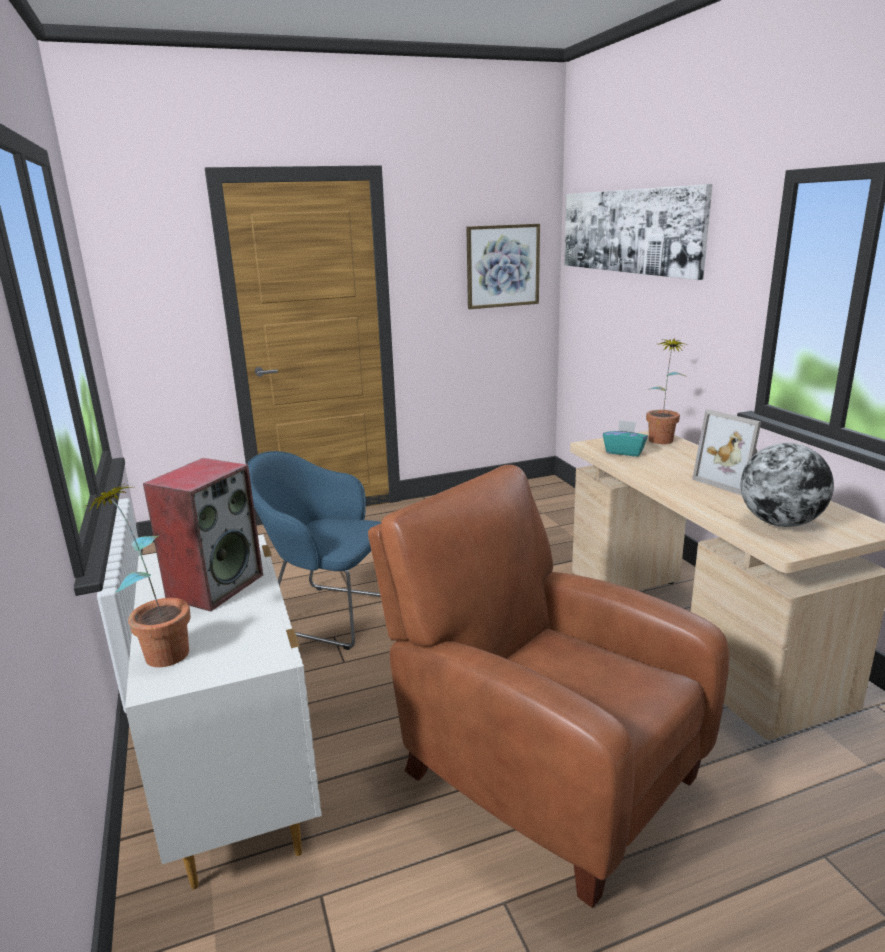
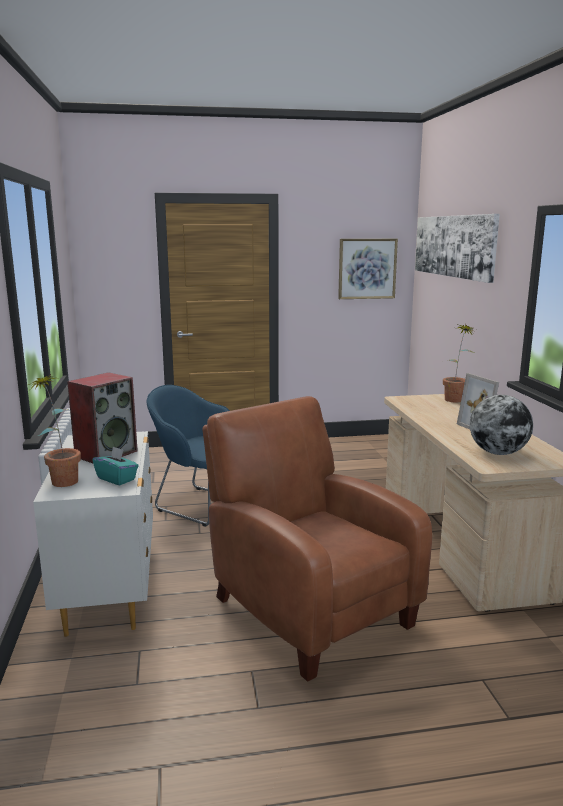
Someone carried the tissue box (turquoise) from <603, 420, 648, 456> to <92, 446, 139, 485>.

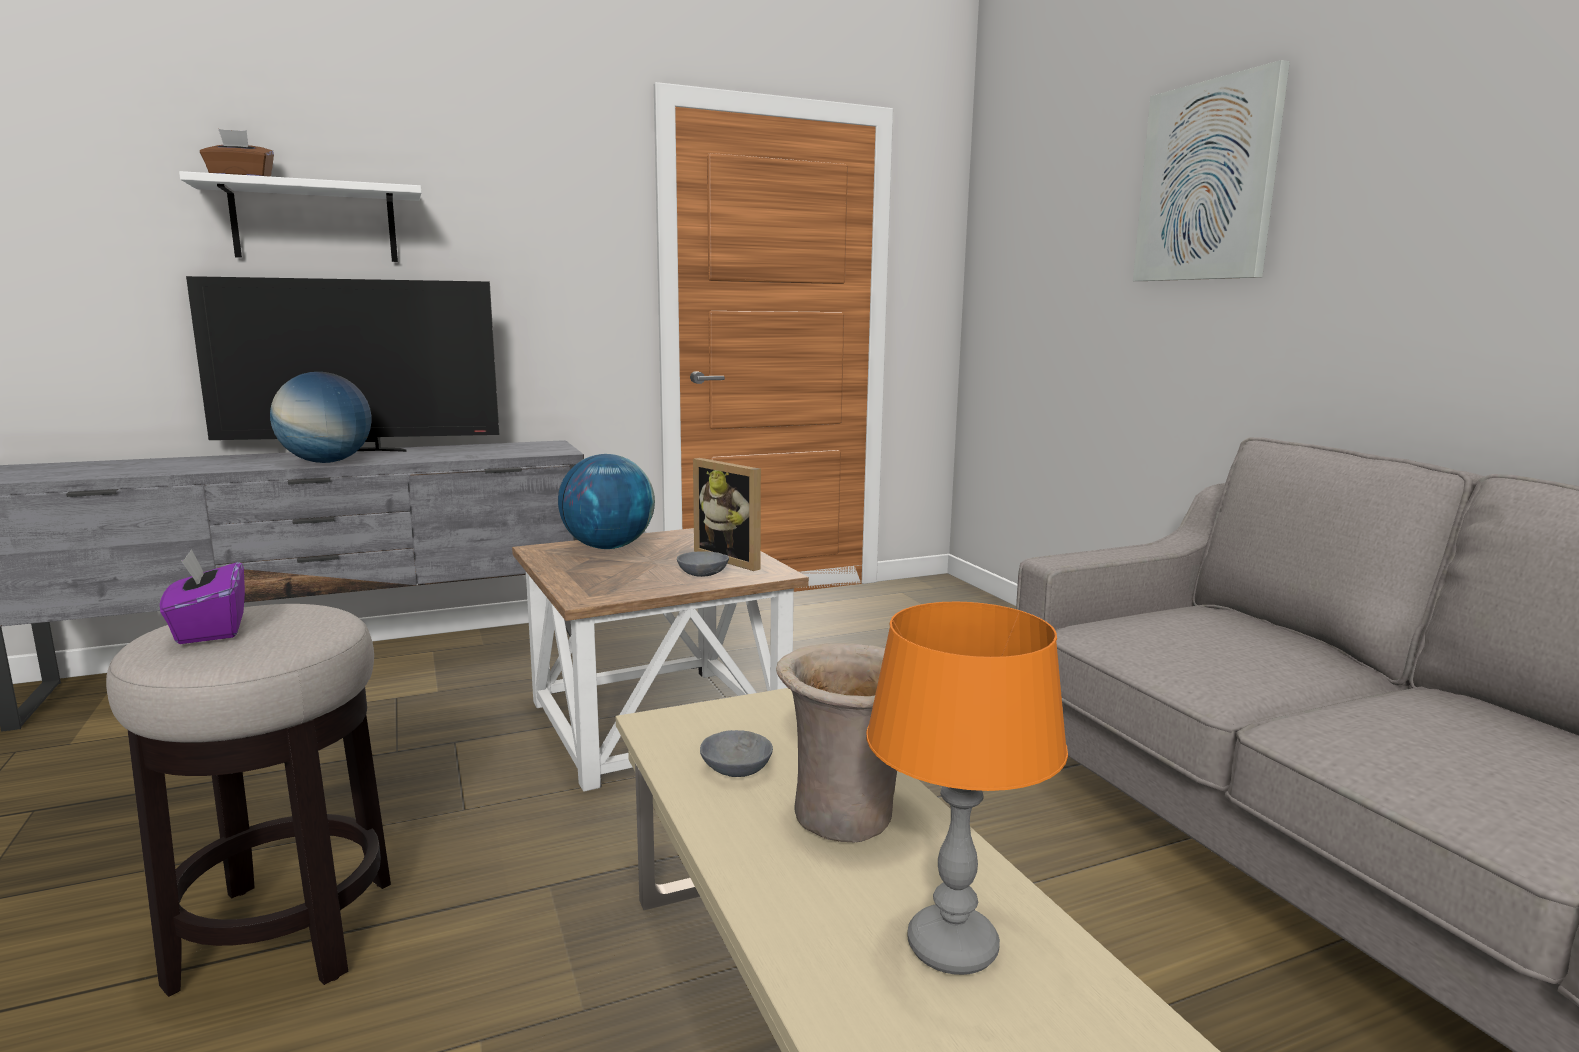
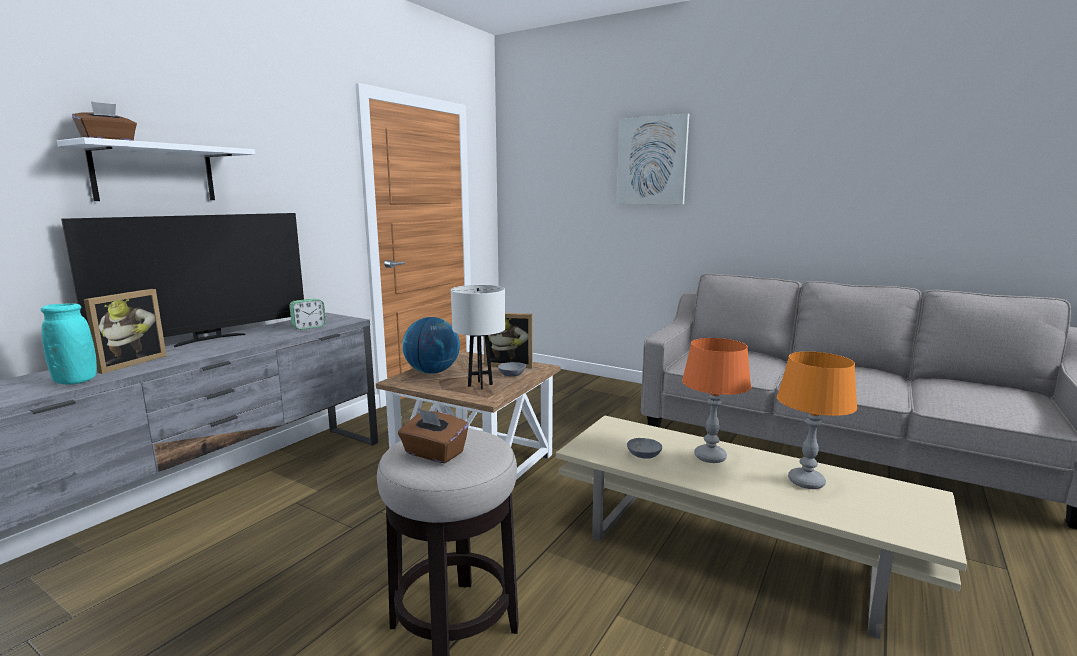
Someone repainted the tissue box (purple) at <160, 549, 245, 644>, which became the tissue box (brown) at <398, 408, 469, 463>.
Someone took away the globe at <270, 372, 371, 463>.
Someone swapped the vase (beige) at <776, 643, 897, 842> for the table lamp (orange) at <682, 338, 751, 463>.
Someone put down the vase (turquoise) at <41, 303, 97, 384>.
Someone put down the picture frame at <84, 289, 166, 374>.
Someone put down the alarm clock at <289, 298, 326, 330>.
Someone put down the table lamp (white) at <451, 285, 505, 390>.

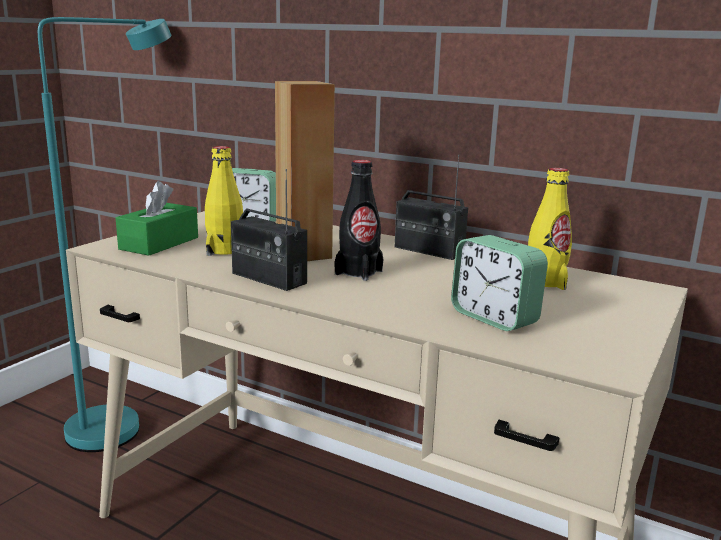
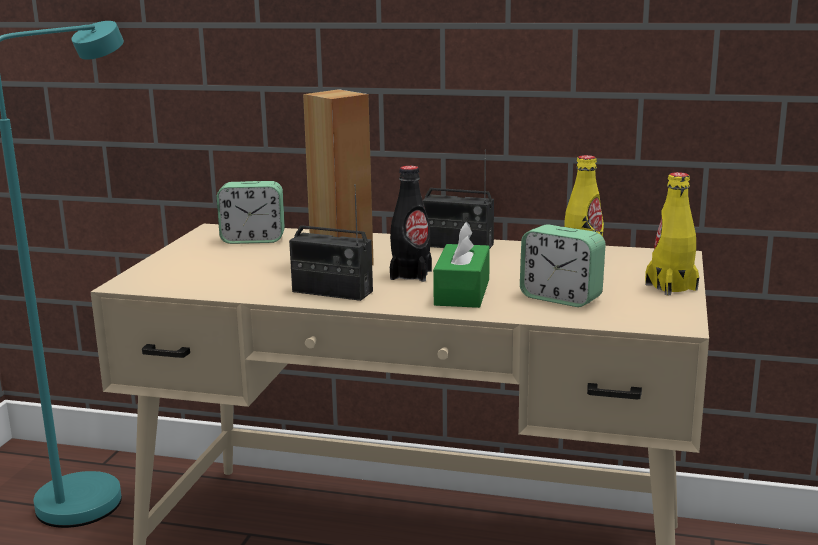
Someone carried the tissue box (green) from <116, 181, 198, 256> to <433, 222, 490, 308>.
Someone carried the bottle (yellow) from <205, 146, 243, 256> to <645, 172, 699, 295>.

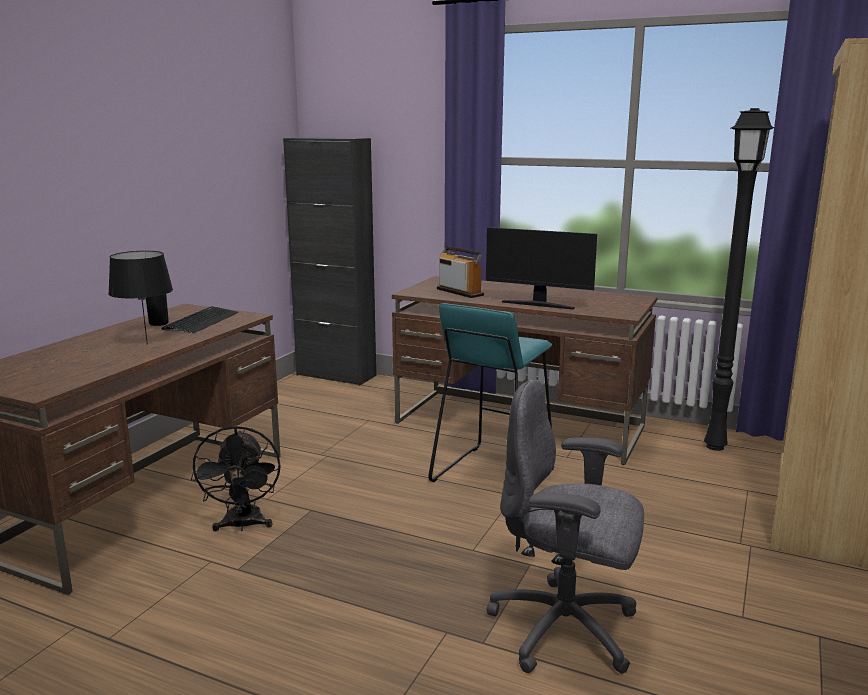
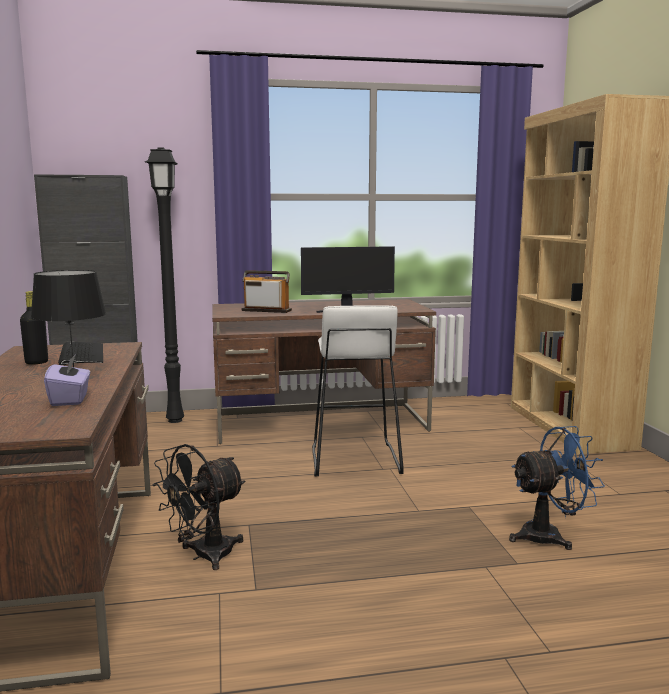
Someone rotated the fan (black) at <191, 425, 281, 531> by 90 degrees clockwise.
Someone repainted the stool (turquoise) at <428, 303, 554, 482>, which became the stool (white) at <312, 305, 404, 476>.
Someone swapped the office chair (grey) at <487, 380, 644, 674> for the fan (blue) at <509, 426, 605, 550>.
Someone carried the floor lamp (black) from <704, 108, 774, 451> to <145, 148, 184, 423>.
Someone put down the tissue box (purple) at <44, 354, 90, 406>.

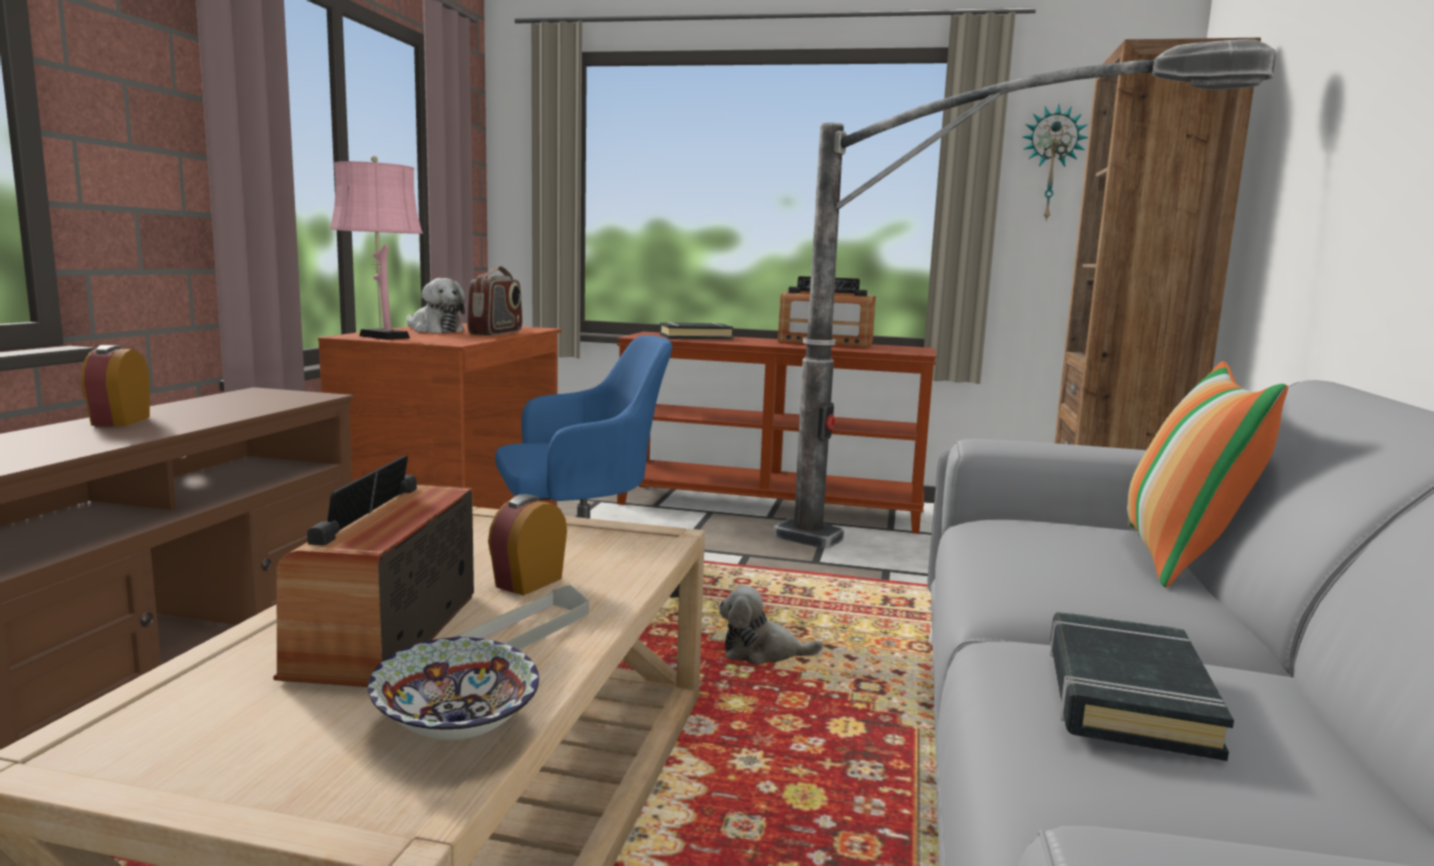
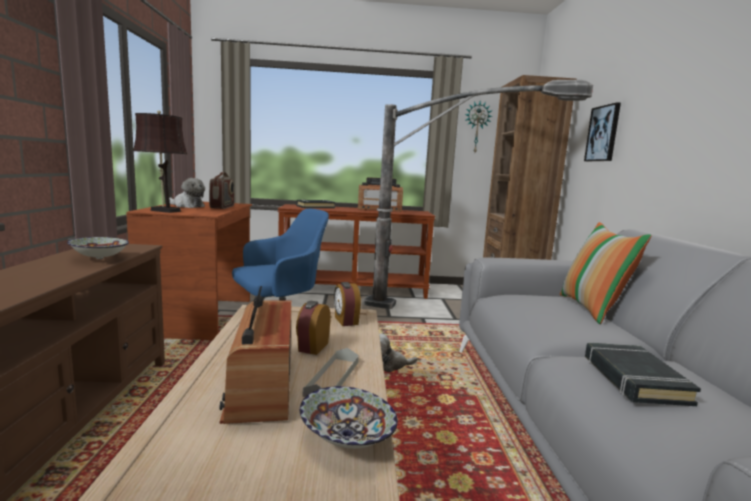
Someone carried the alarm clock from <81, 345, 150, 426> to <334, 282, 361, 326>.
Someone repainted the table lamp (pink) at <330, 156, 423, 340>, which became the table lamp (brown) at <133, 110, 187, 213>.
Someone put down the bowl at <67, 237, 129, 259>.
Someone put up the picture at <584, 102, 621, 161>.

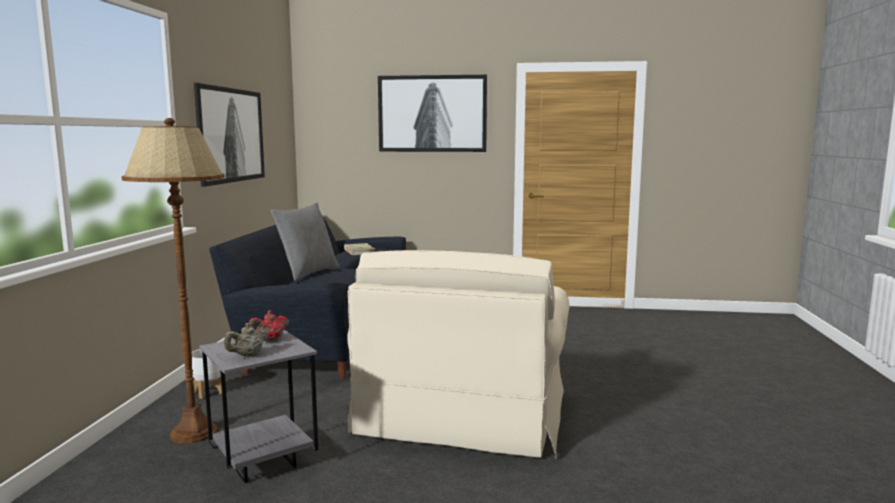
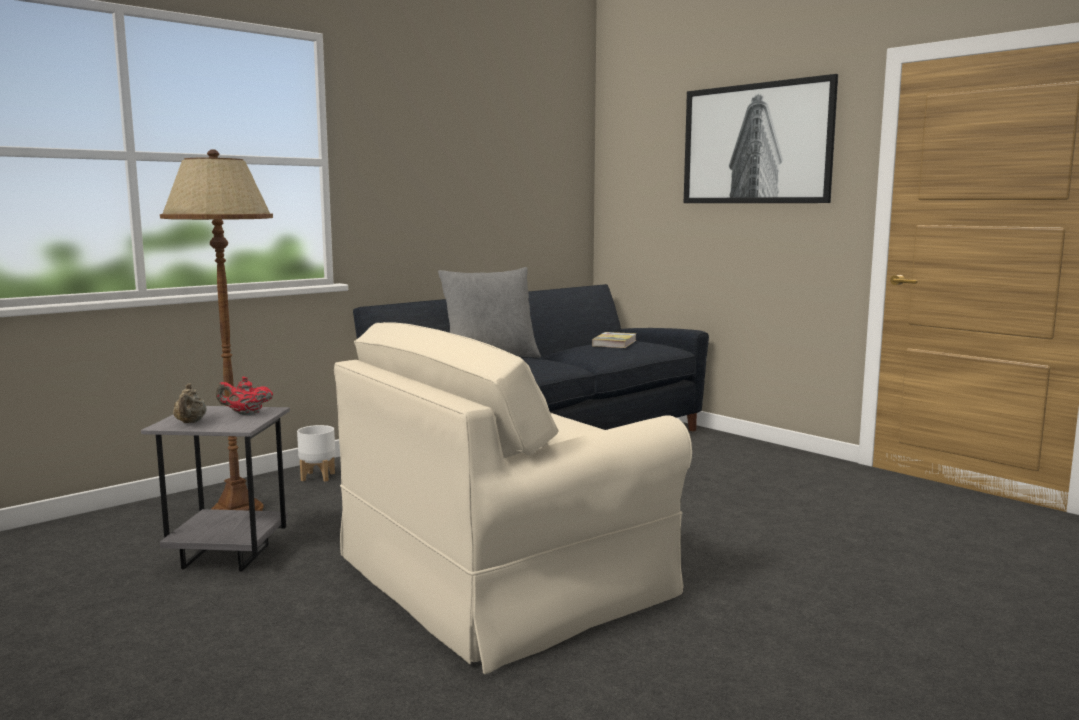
Someone took away the picture at <194, 83, 265, 187>.
Someone rotated the teapot (beige) at <224, 323, 268, 357> by 90 degrees counterclockwise.

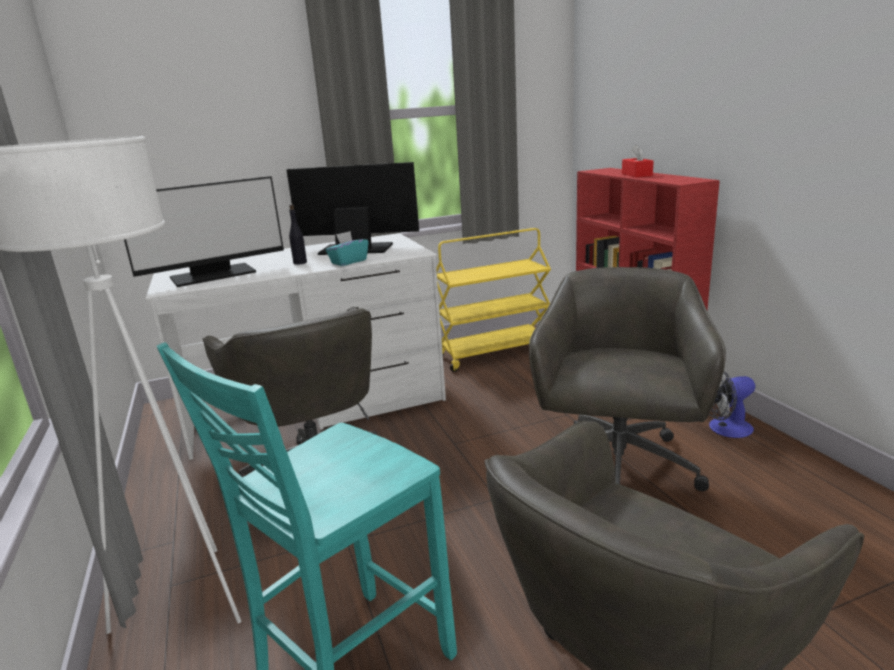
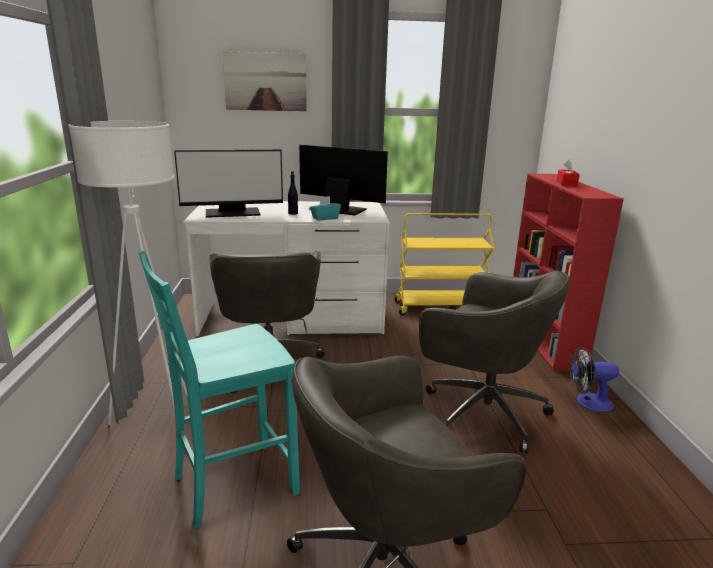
Someone rotated the office chair (grey) at <529, 267, 726, 491> by 90 degrees clockwise.
Someone put up the picture at <222, 51, 307, 111>.

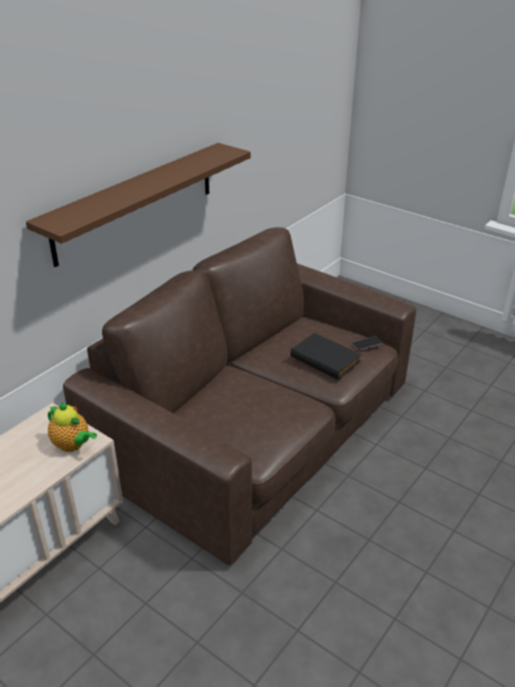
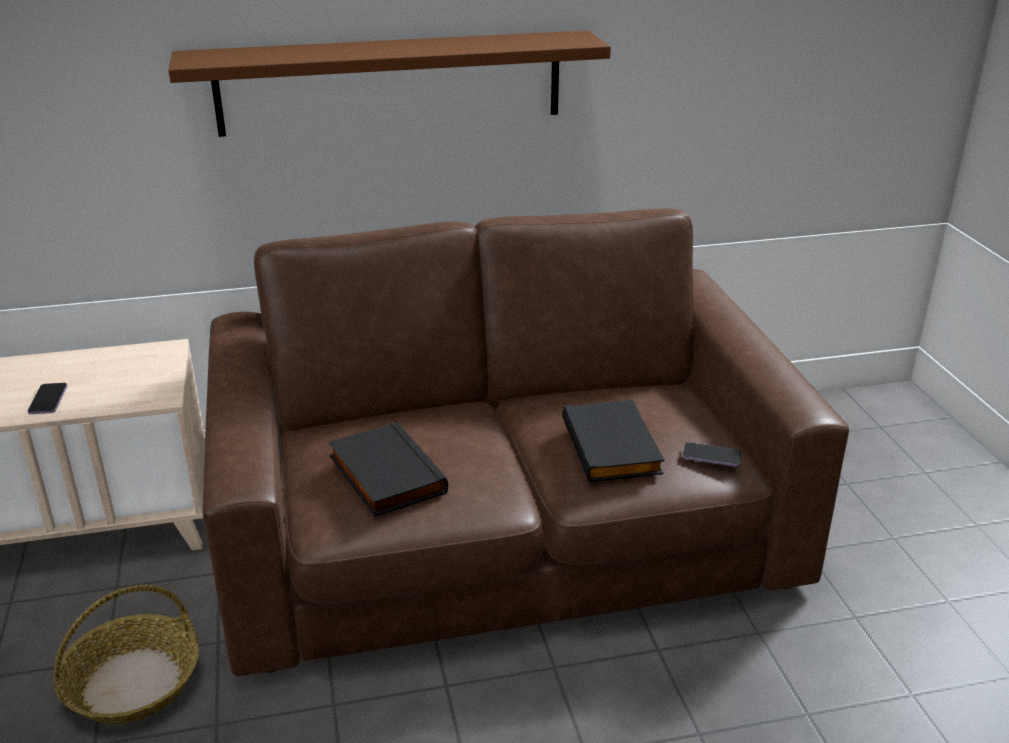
Someone took away the teapot at <48, 403, 97, 452>.
Someone put down the phone at <28, 383, 67, 414>.
Someone put down the basket at <53, 585, 199, 724>.
Someone put down the book (black) at <329, 422, 448, 516>.

